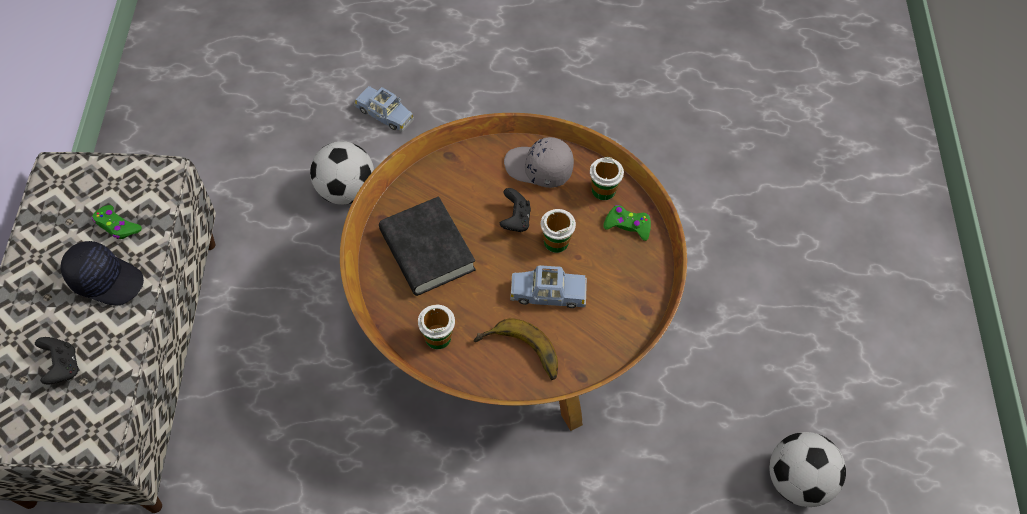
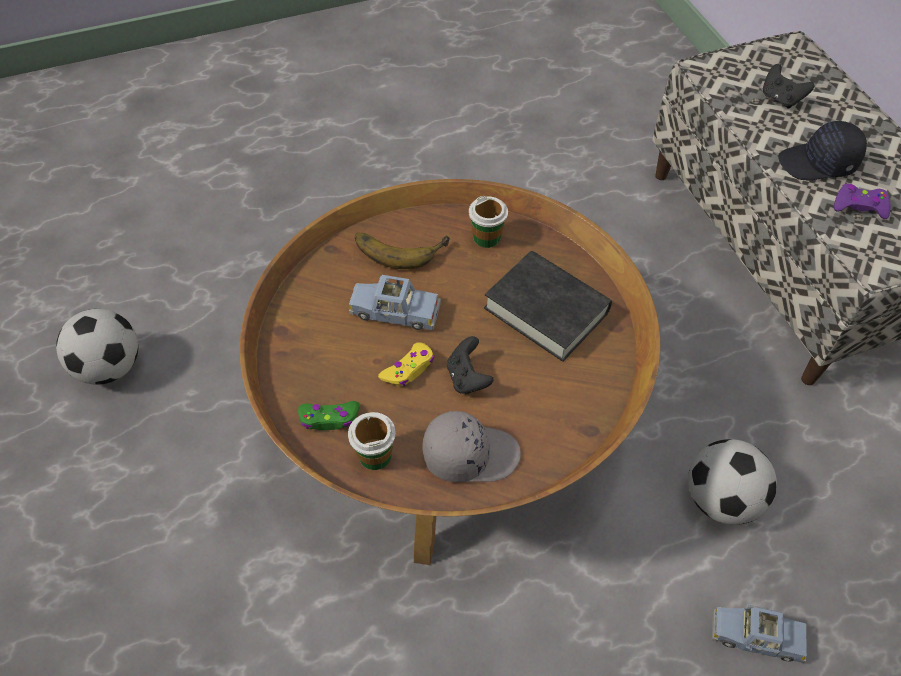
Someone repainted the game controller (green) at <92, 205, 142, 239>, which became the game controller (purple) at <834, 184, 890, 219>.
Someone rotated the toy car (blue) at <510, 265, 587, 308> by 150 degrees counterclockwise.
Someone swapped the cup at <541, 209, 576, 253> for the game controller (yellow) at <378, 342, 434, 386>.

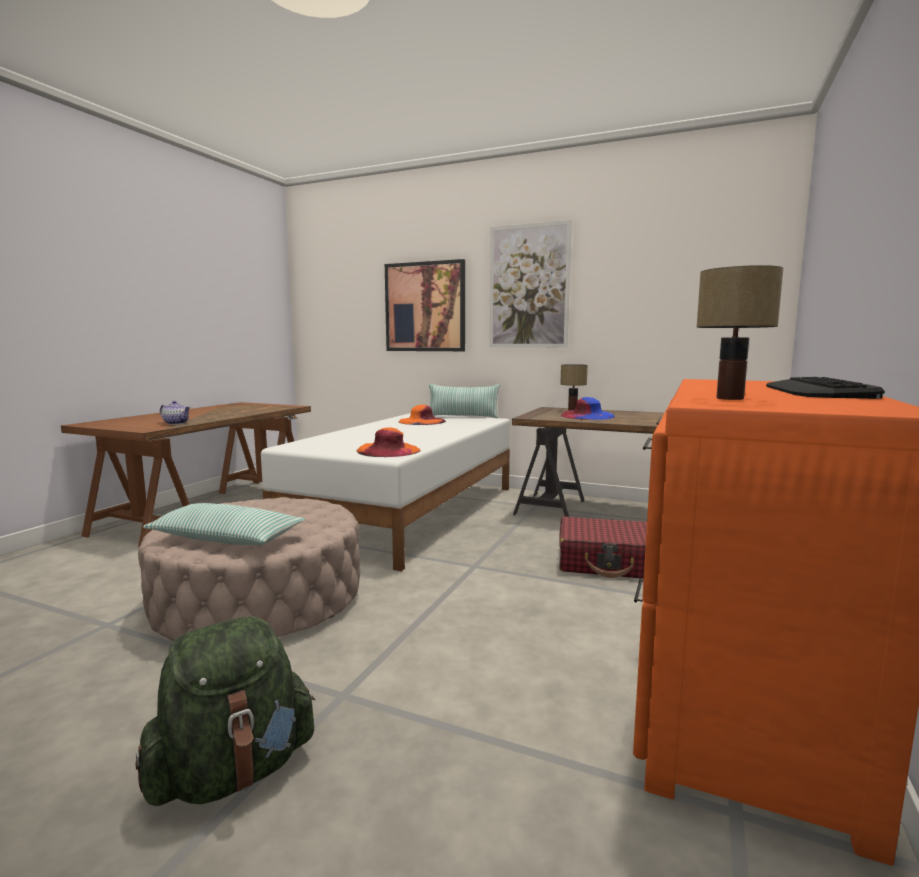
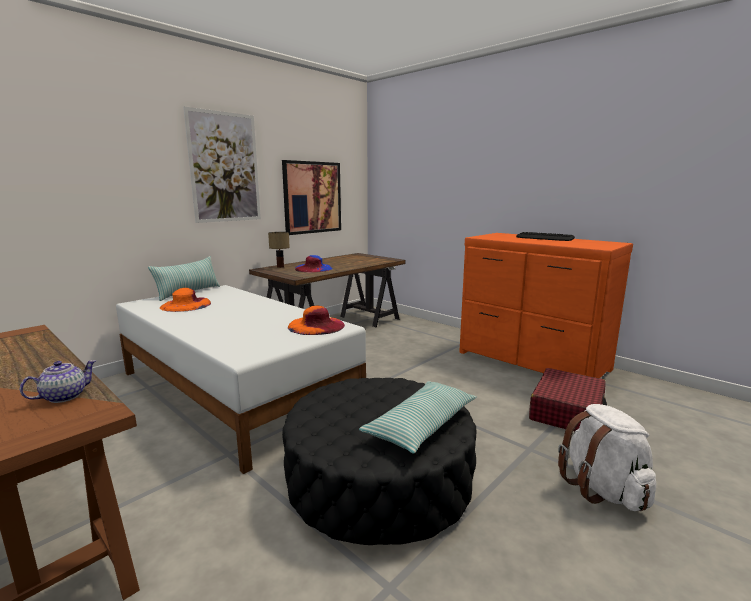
Someone repainted the backpack (green) at <135, 616, 315, 806>, which became the backpack (white) at <558, 404, 656, 511>.
Someone repainted the ottoman (beige) at <138, 497, 360, 641>, which became the ottoman (black) at <282, 378, 476, 545>.
Someone carried the picture from <385, 259, 465, 351> to <282, 160, 341, 235>.
Someone carried the suitcase (red) from <559, 516, 647, 579> to <529, 368, 607, 432>.
Someone took away the table lamp at <696, 265, 784, 400>.

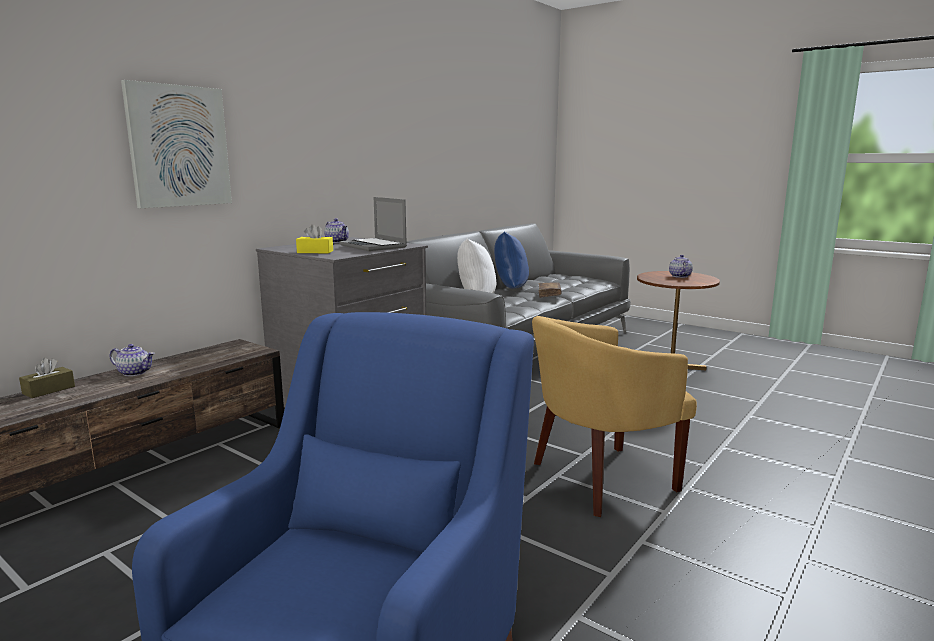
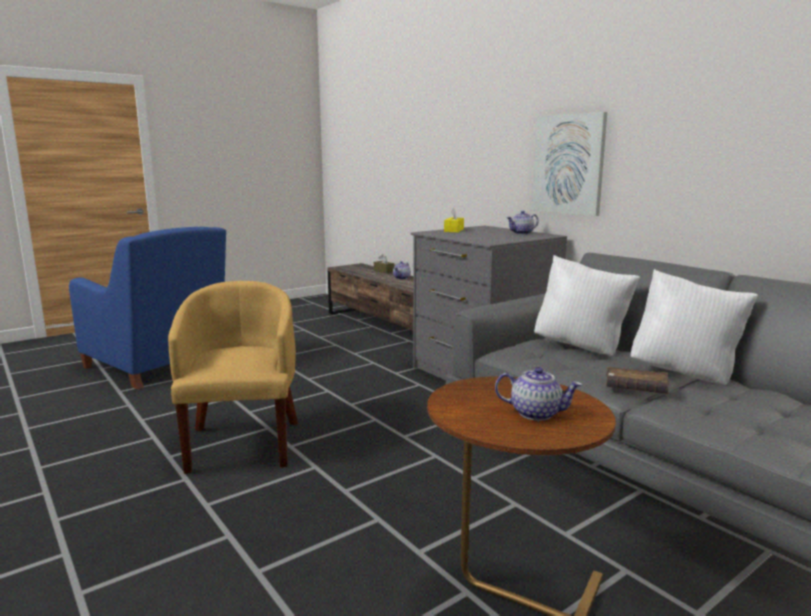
Someone carried the picture from <121, 80, 232, 208> to <532, 112, 607, 216>.
Someone took away the laptop at <339, 197, 407, 251>.
Someone repainted the pillow (blue) at <494, 232, 529, 289>, which became the pillow (white) at <630, 269, 758, 385>.

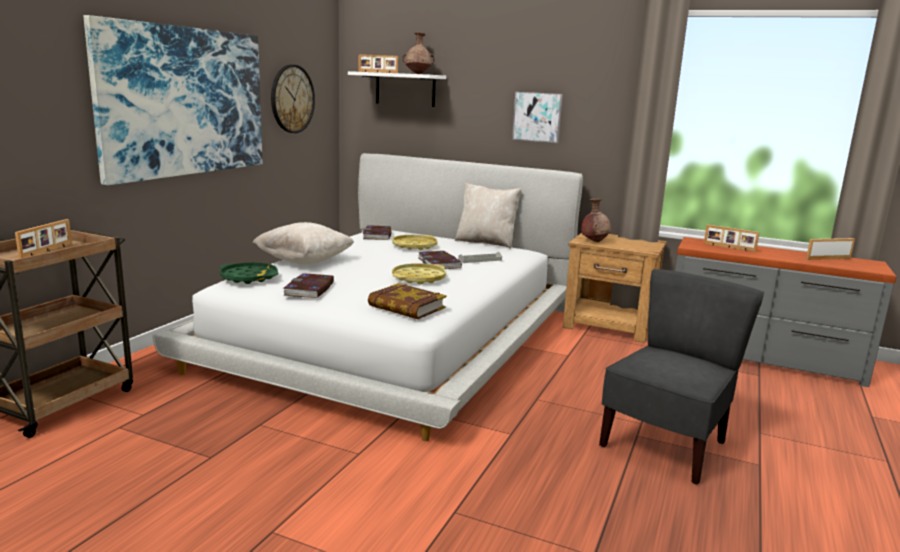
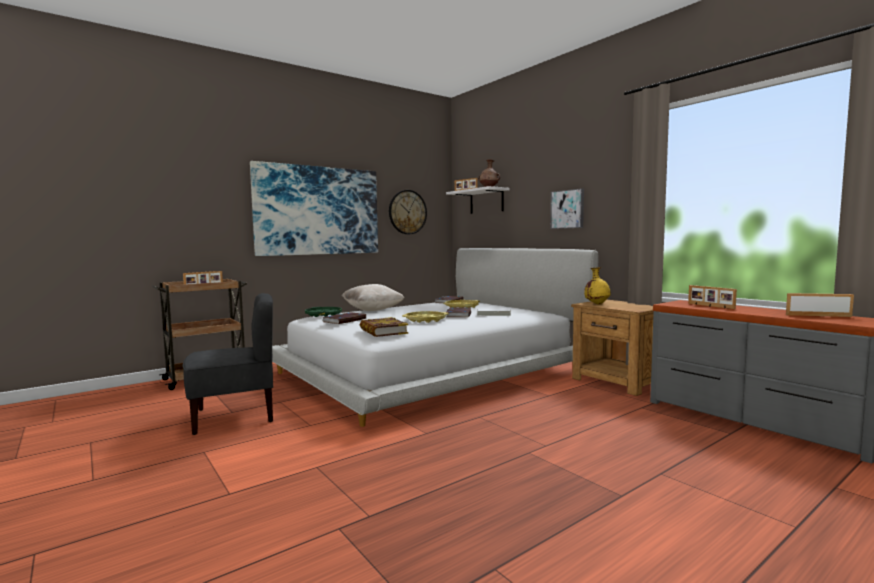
Someone took away the pillow (beige) at <455, 183, 522, 249>.
Someone repainted the vase (brown) at <581, 199, 611, 242>, which became the vase (yellow) at <584, 267, 611, 305>.
Someone carried the chair (grey) from <599, 269, 764, 484> to <183, 293, 273, 435>.

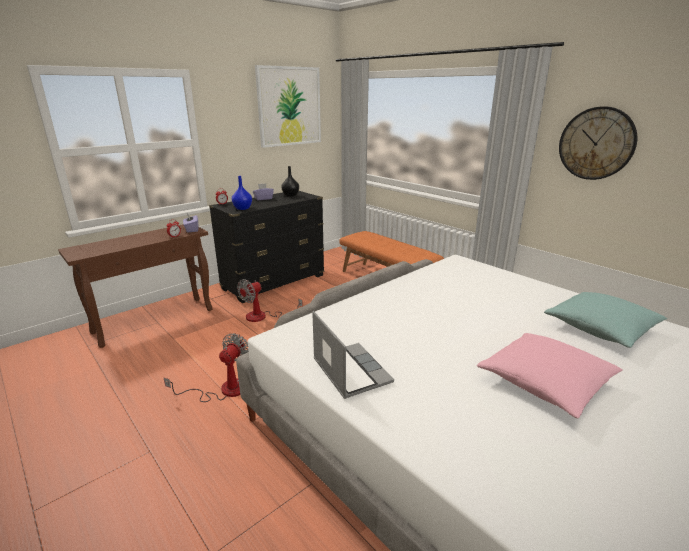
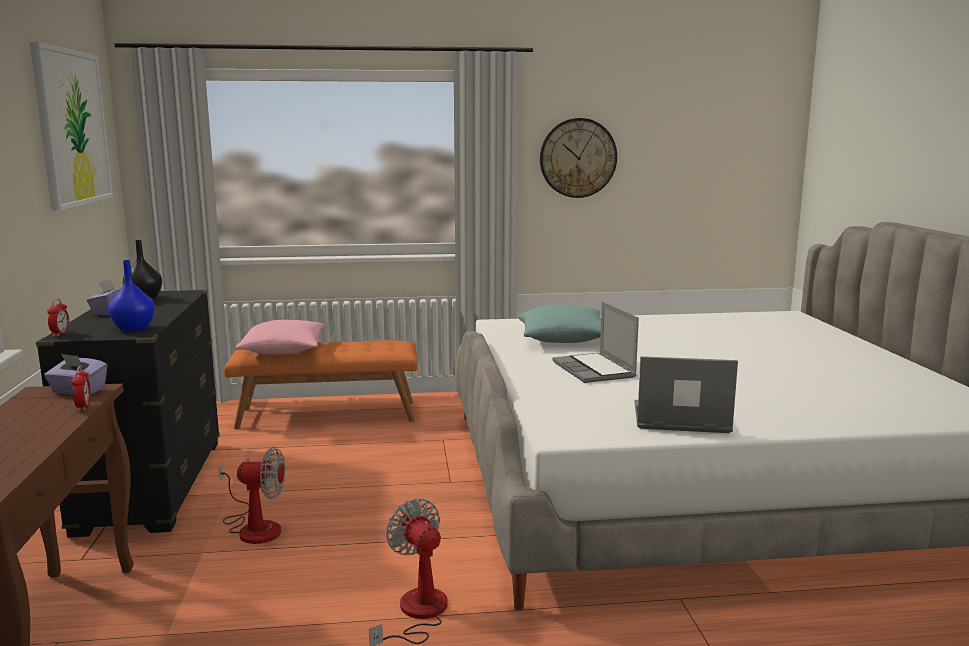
Someone rotated the fan at <237, 279, 303, 322> by 75 degrees counterclockwise.
Someone carried the pillow (pink) from <477, 333, 623, 418> to <235, 320, 325, 354>.
Someone carried the pillow (turquoise) from <544, 292, 667, 348> to <518, 305, 601, 343>.
Someone put down the laptop at <552, 302, 639, 383>.

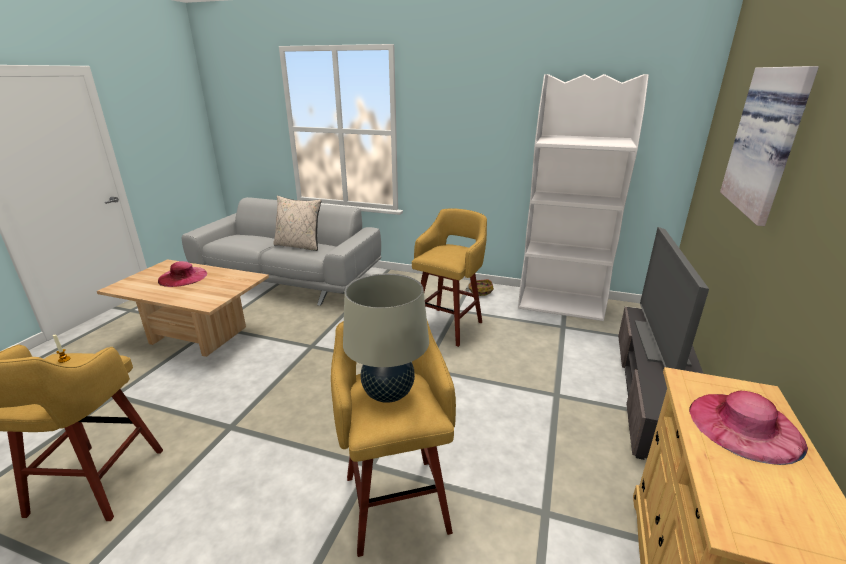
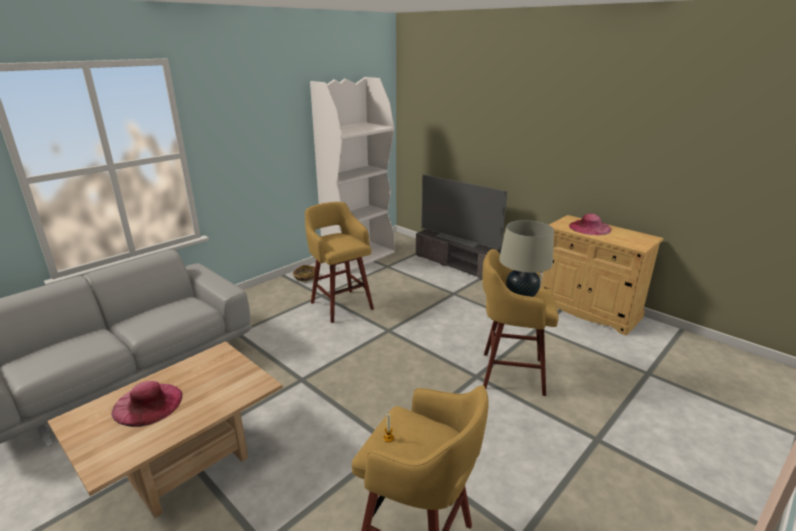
Someone took away the pillow (beige) at <273, 196, 321, 251>.
Someone took away the picture at <720, 66, 819, 226>.

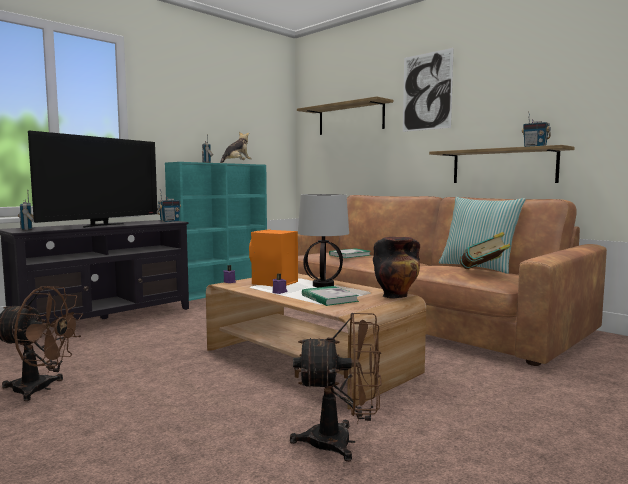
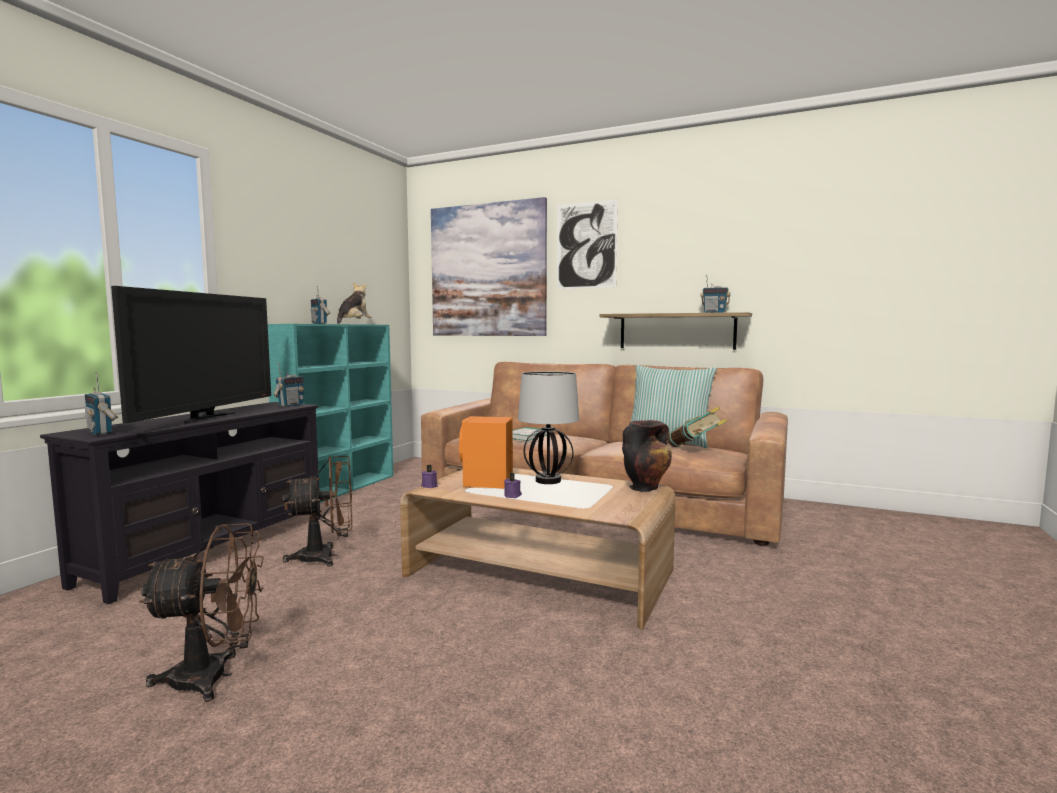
Someone carried the fan (brown) from <290, 313, 382, 462> to <282, 456, 352, 567>.
Someone swapped the shelf at <297, 96, 393, 135> for the picture at <431, 197, 547, 336>.
Someone took away the book at <302, 286, 359, 306>.

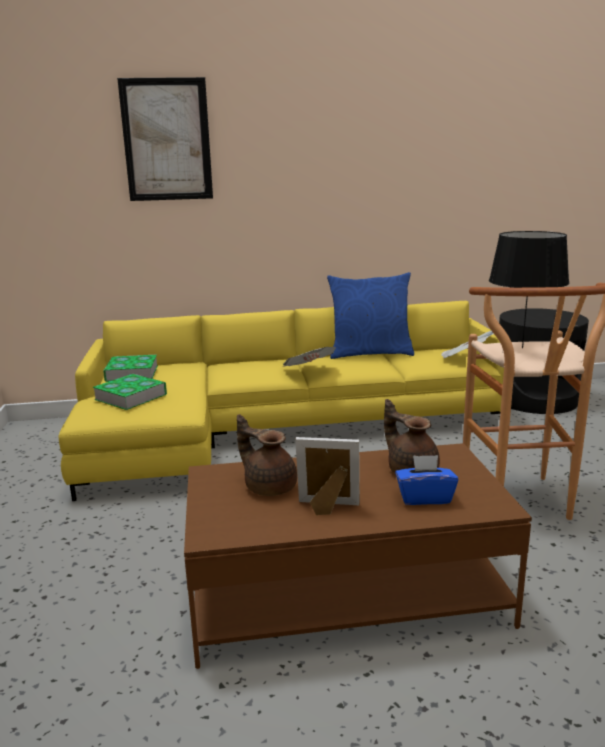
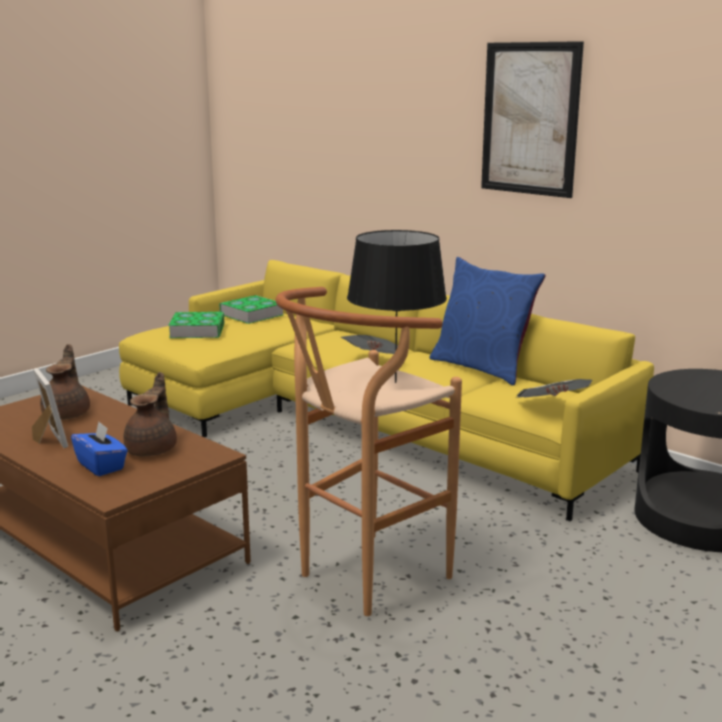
Someone carried the picture from <117, 77, 213, 201> to <481, 41, 584, 198>.

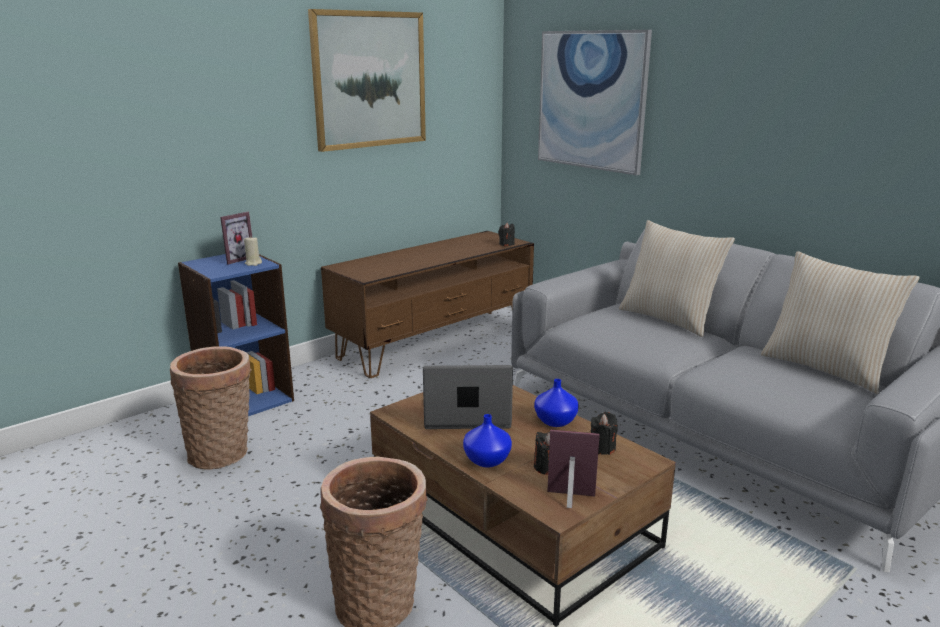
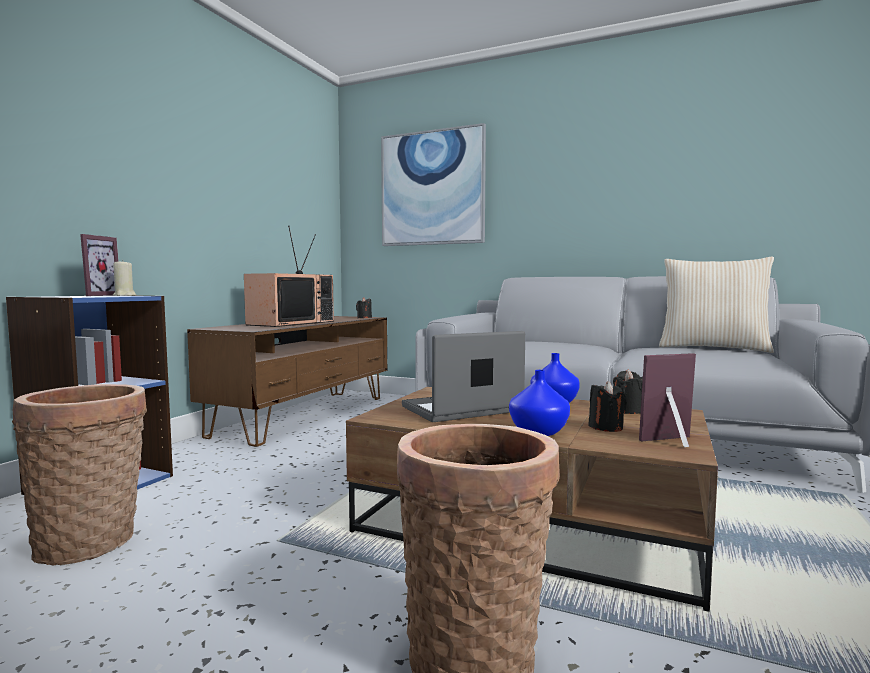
Someone took away the picture at <308, 9, 426, 152>.
Someone took away the pillow (beige) at <619, 220, 735, 337>.
Someone put down the television at <244, 225, 334, 327>.

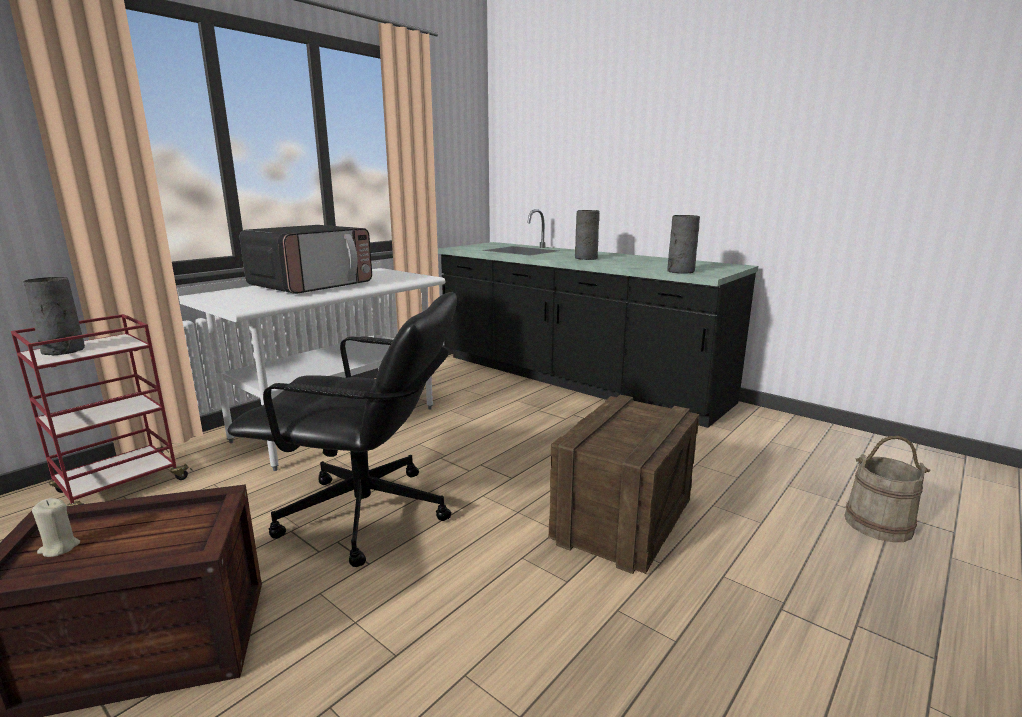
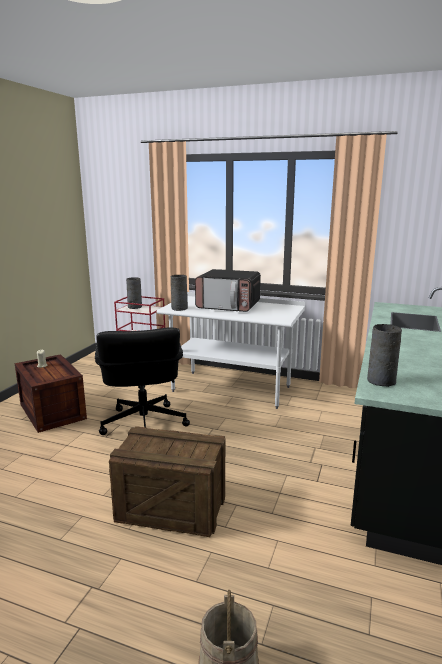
Someone carried the vase (grey) from <575, 210, 599, 260> to <171, 275, 188, 311>.

